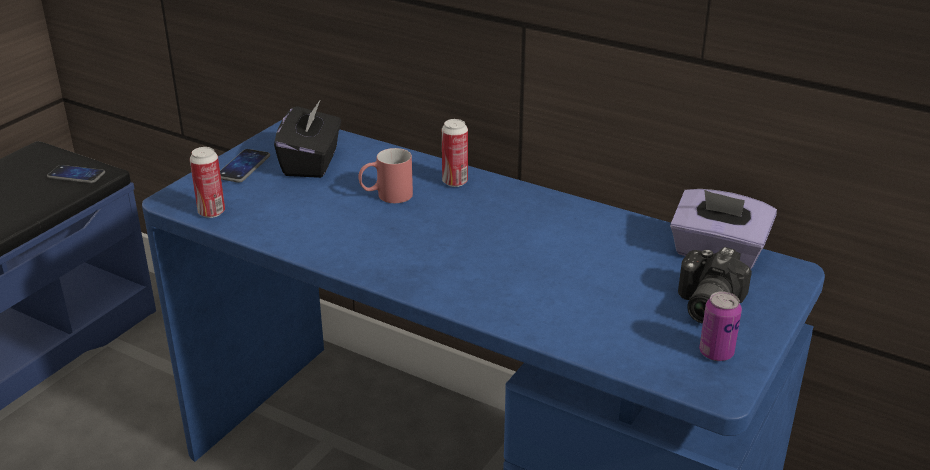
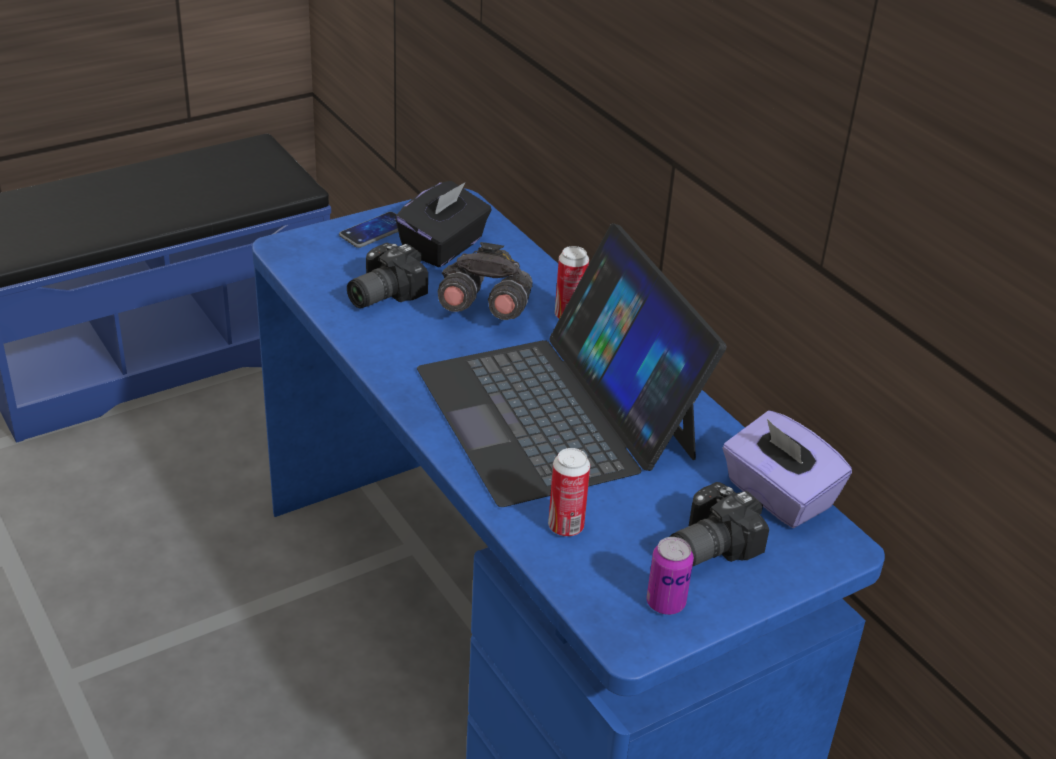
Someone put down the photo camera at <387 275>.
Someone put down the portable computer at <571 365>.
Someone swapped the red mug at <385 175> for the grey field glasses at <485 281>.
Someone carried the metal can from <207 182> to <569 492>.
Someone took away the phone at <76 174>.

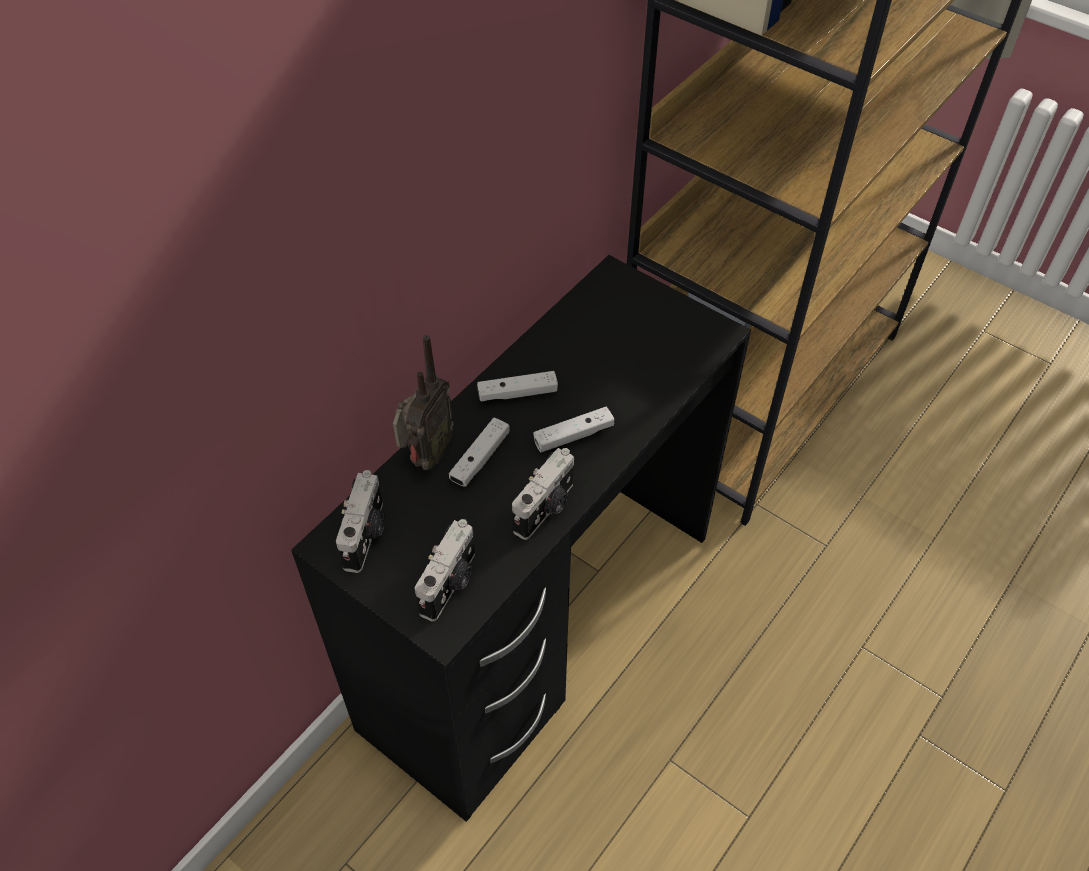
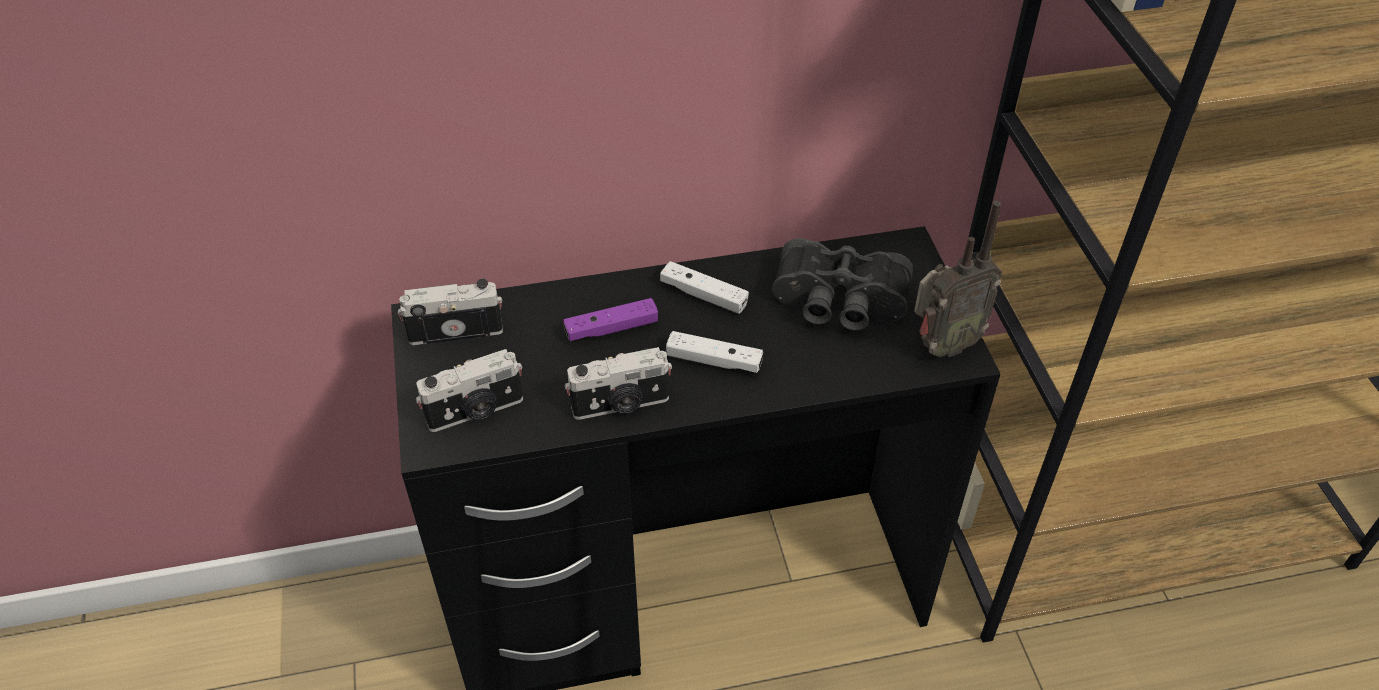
Someone rotated the photo camera at <360 521> by 150 degrees counterclockwise.
Someone repainted the whitish gamepad at <479 452>, which became the purplish gamepad at <610 319>.
Someone put down the blackish field glasses at <842 284>.
Someone carried the radio from <423 402> to <958 279>.

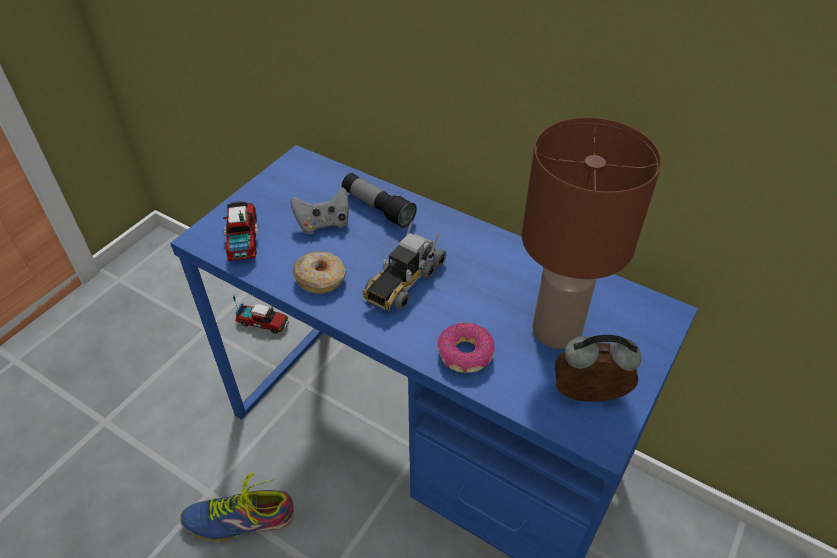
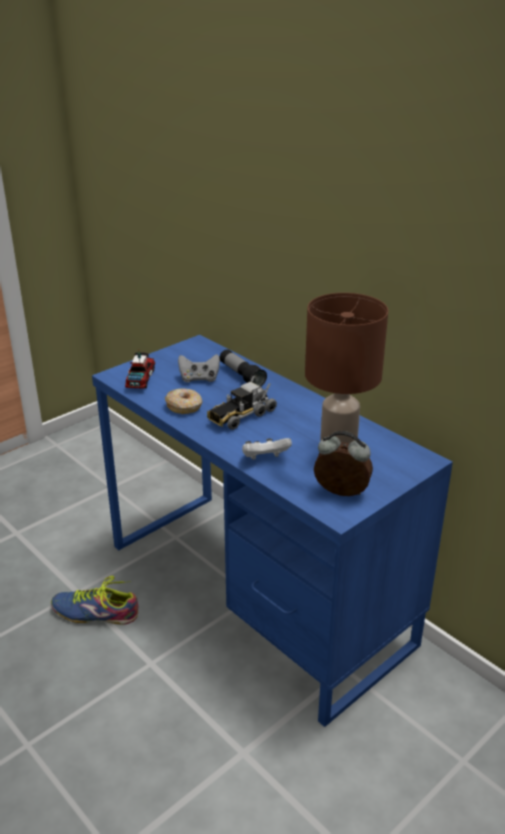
Someone swapped the doughnut at <466 348> for the whitish gamepad at <267 449>.
Someone took away the model truck at <261 314>.

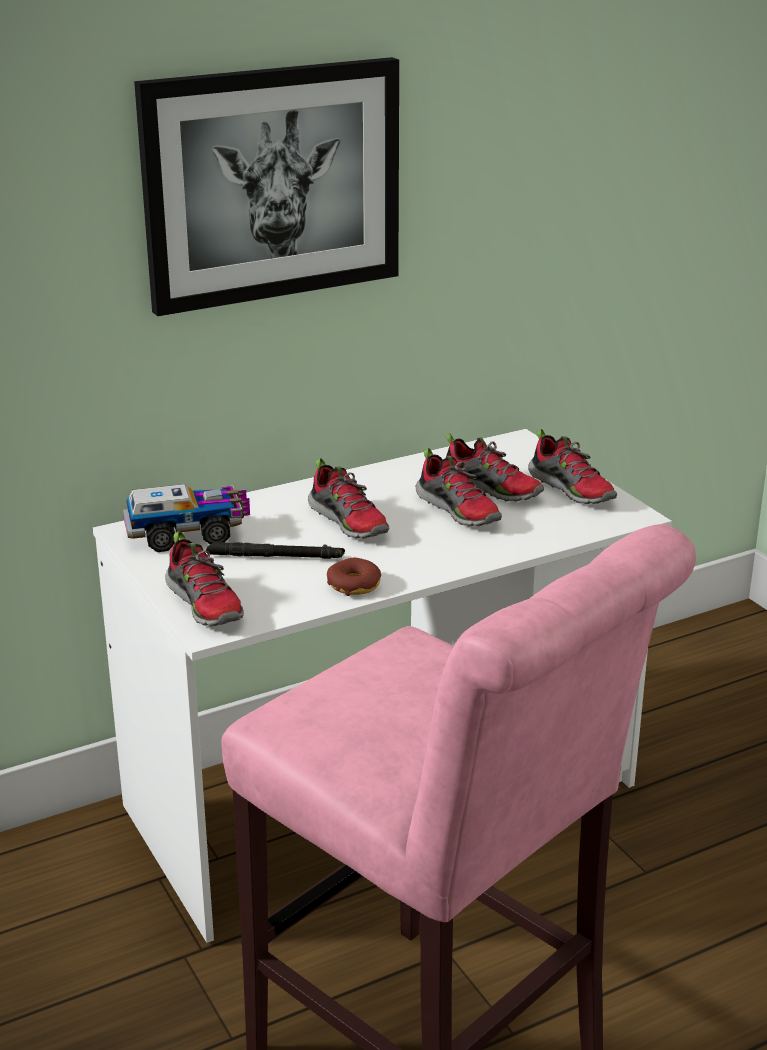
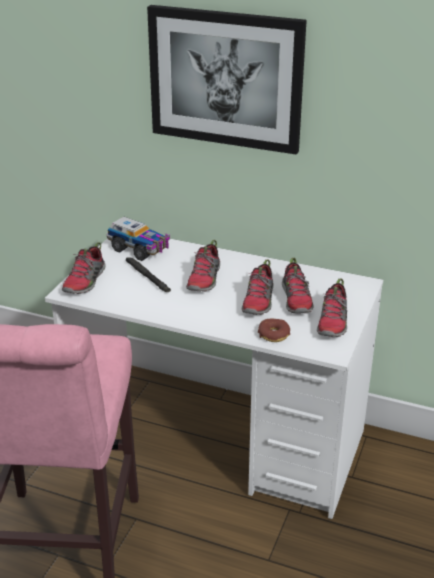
Someone carried the doughnut from <354 577> to <274 330>.

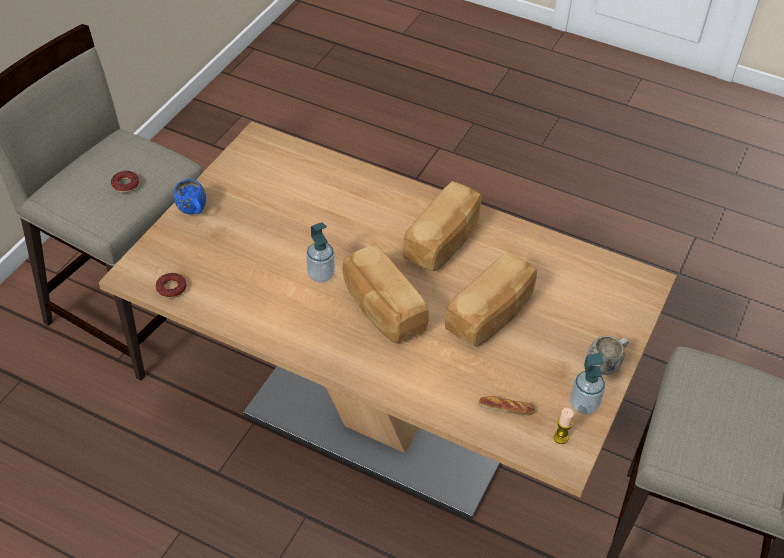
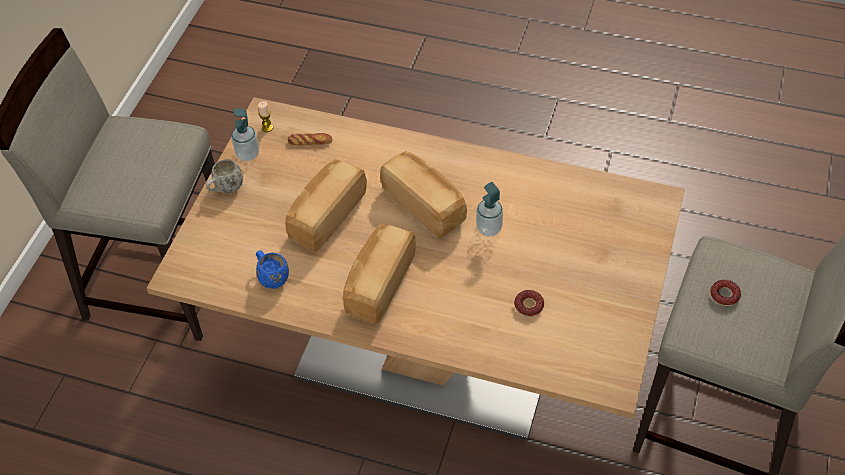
Someone carried the blue mug from <190 196> to <272 269>.
Someone carried the doughnut from <171 285> to <529 303>.

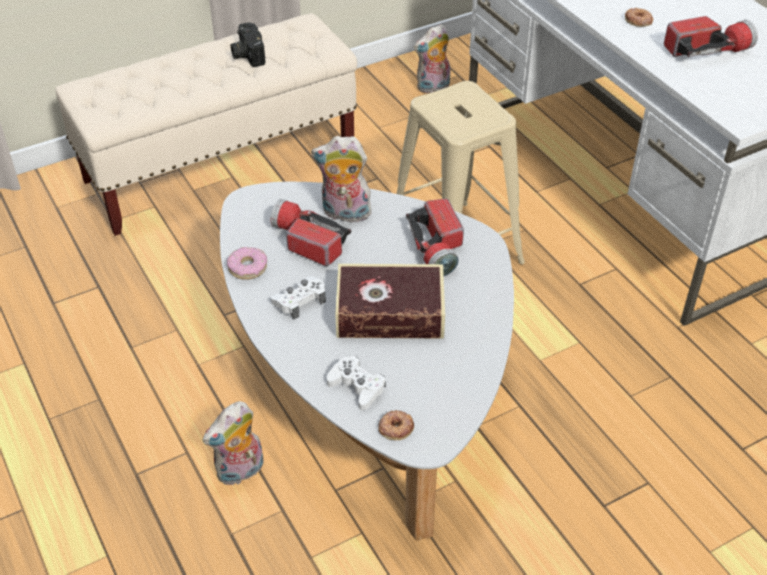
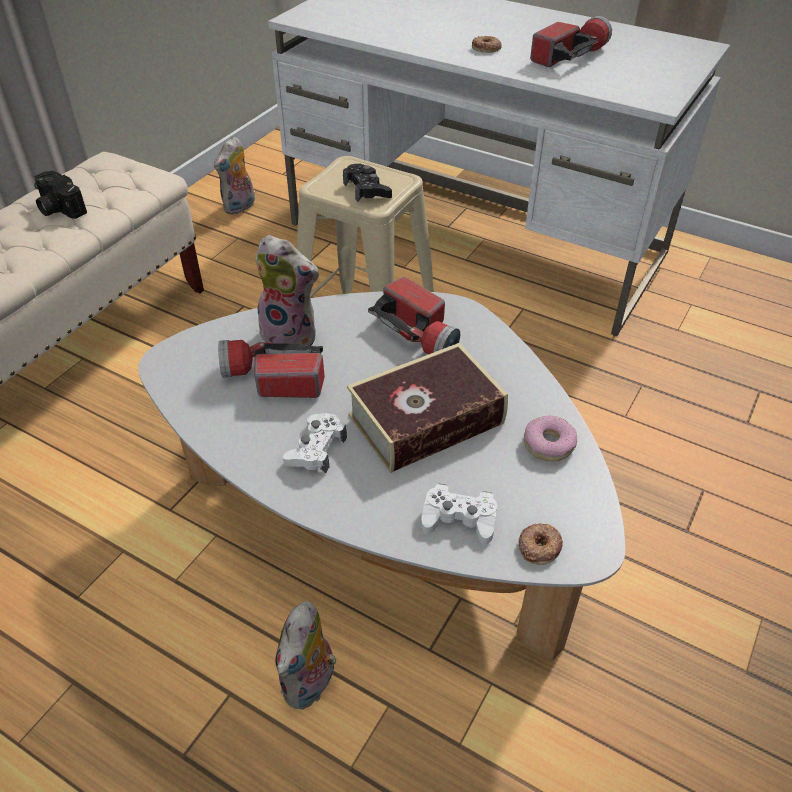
Someone rotated the plush toy at <341 179> by 135 degrees counterclockwise.
Someone put down the blackish gamepad at <367 183>.
Someone carried the doughnut from <247 263> to <550 438>.

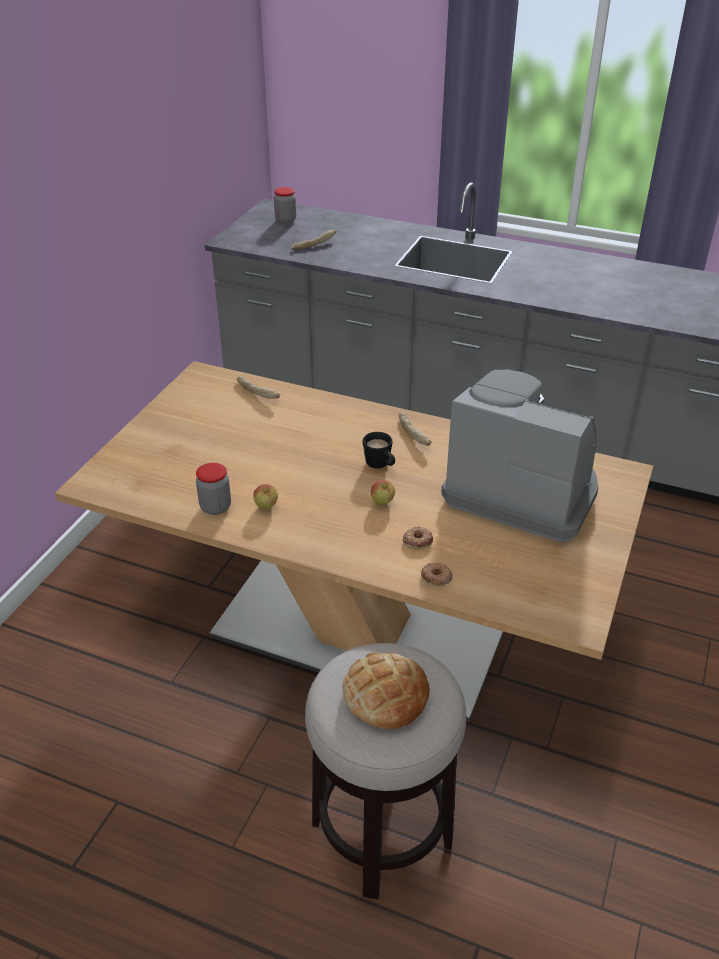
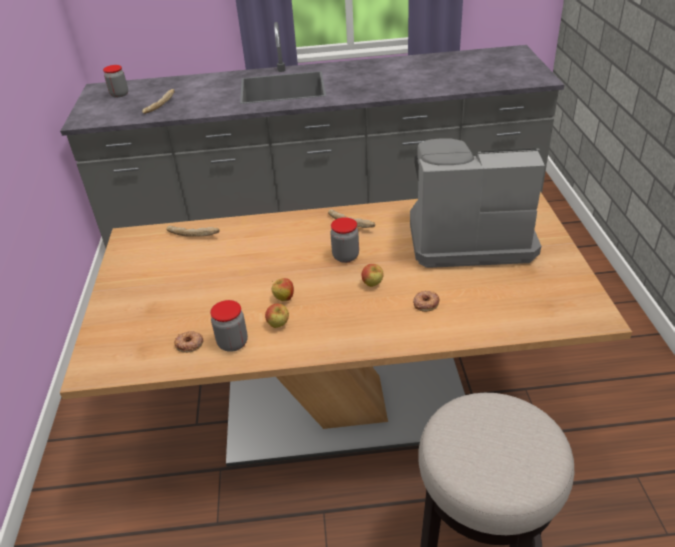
Someone carried the doughnut from <437 575> to <189 342>.
Someone put down the whole apple at <283 289>.
Someone swapped the blackish mug at <379 450> for the storage jar at <344 240>.
Someone took away the baked bread at <386 690>.

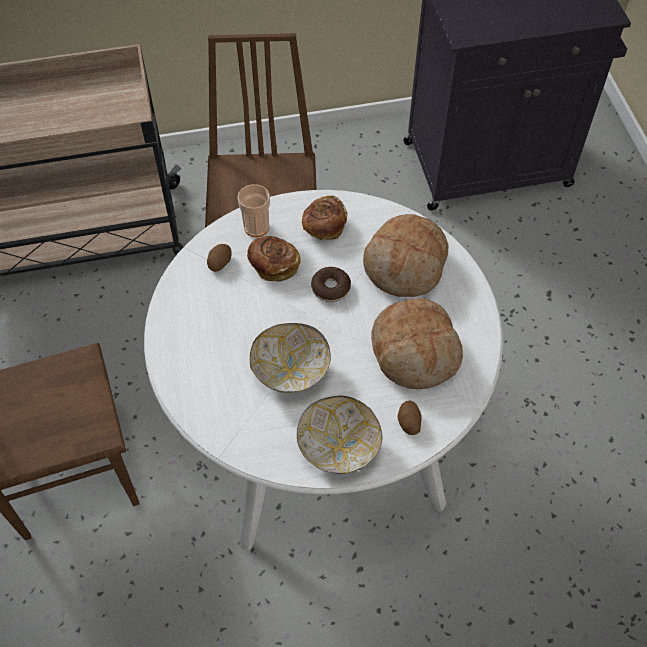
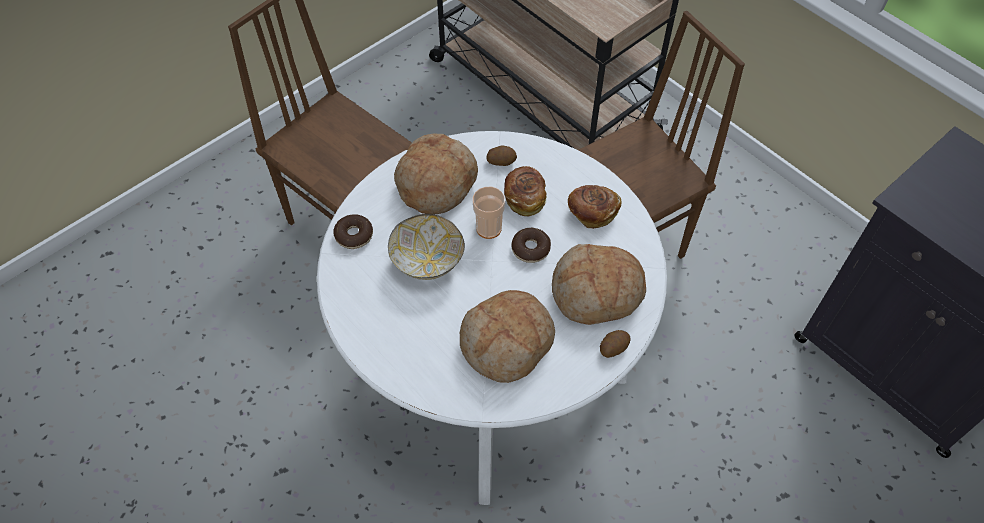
Someone put down the doughnut at <353 231>.
Someone put down the baked bread at <436 173>.
Someone carried the cup from <253 210> to <489 213>.
Someone carried the spud from <409 418> to <615 344>.
Someone took away the serving bowl at <339 435>.

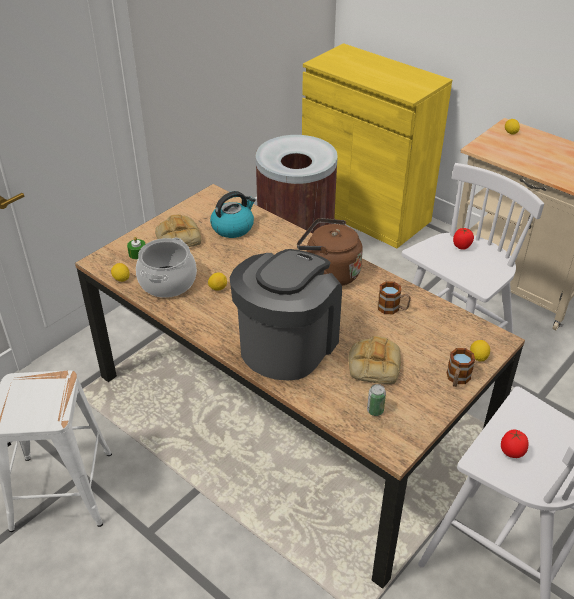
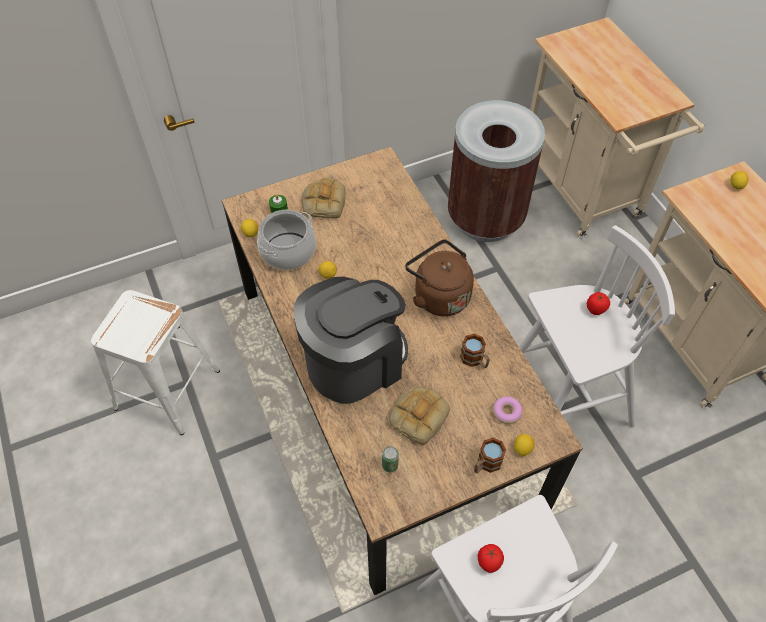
Someone put down the doughnut at <508 410>.
Someone swapped the yellowish storage cabinet at <377 145> for the beige-coloured trolley at <617 127>.
Someone took away the tea kettle at <233 214>.

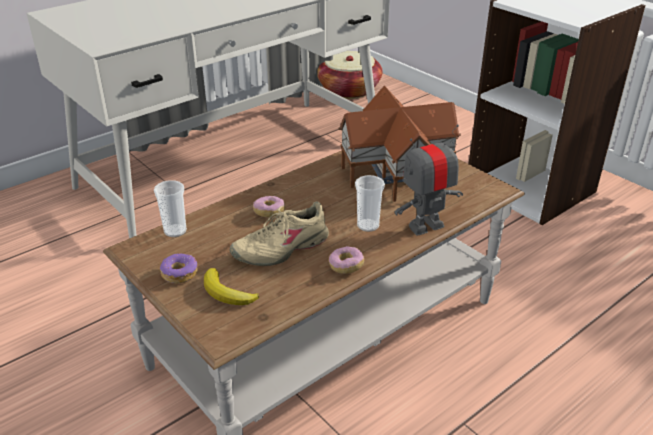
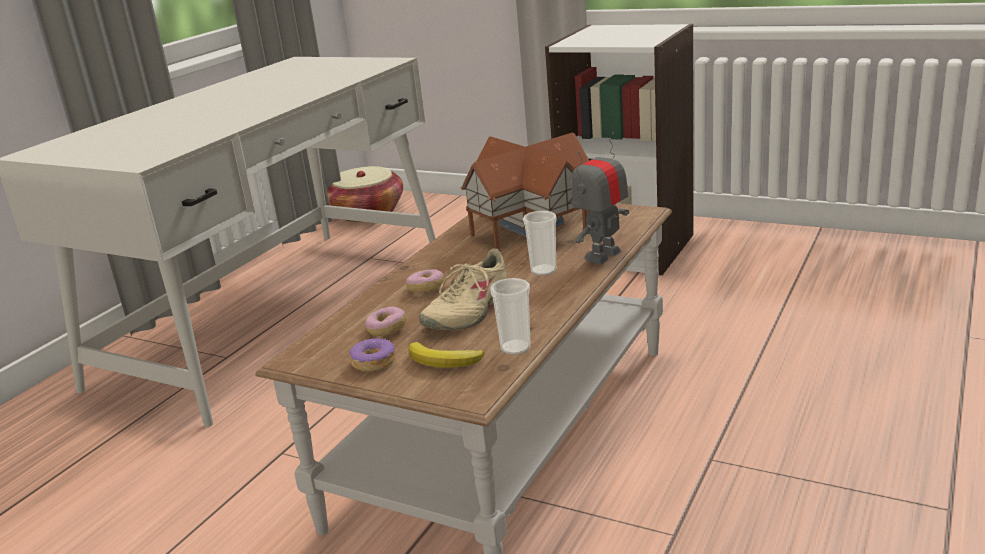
Someone carried the doughnut from <346 260> to <386 321>.
Someone carried the cup from <170 208> to <510 316>.

